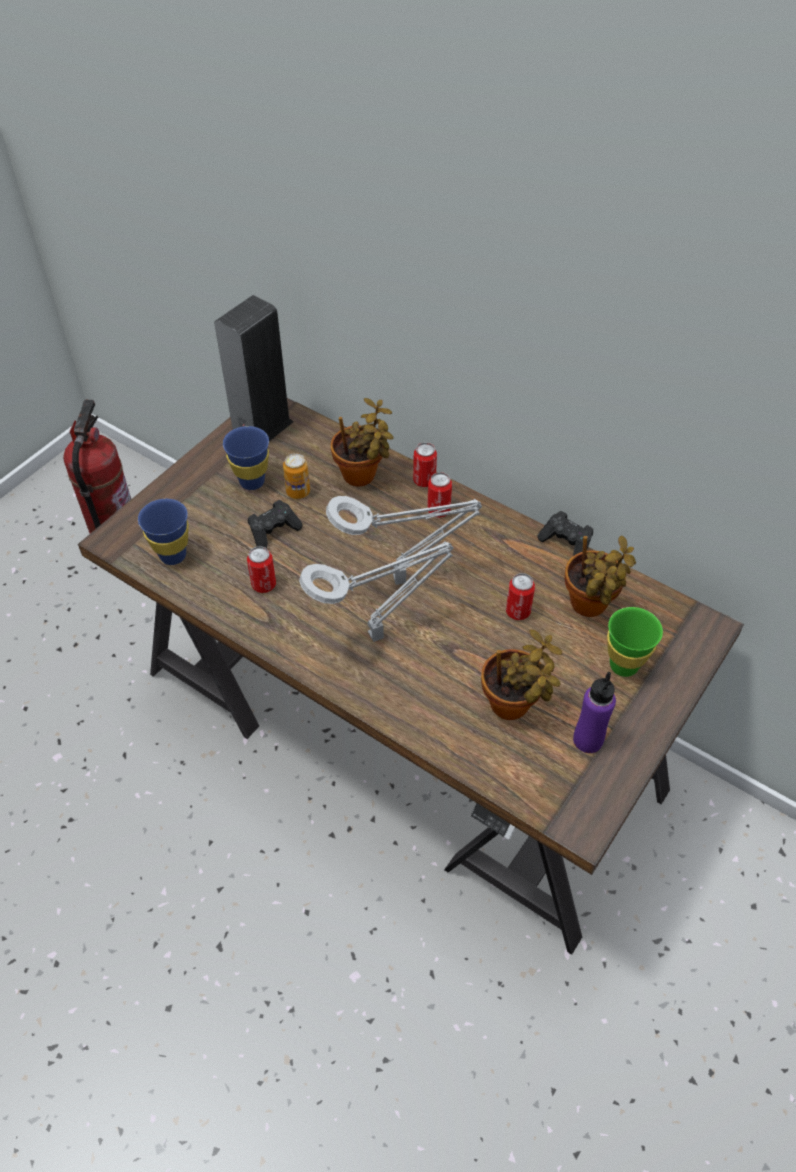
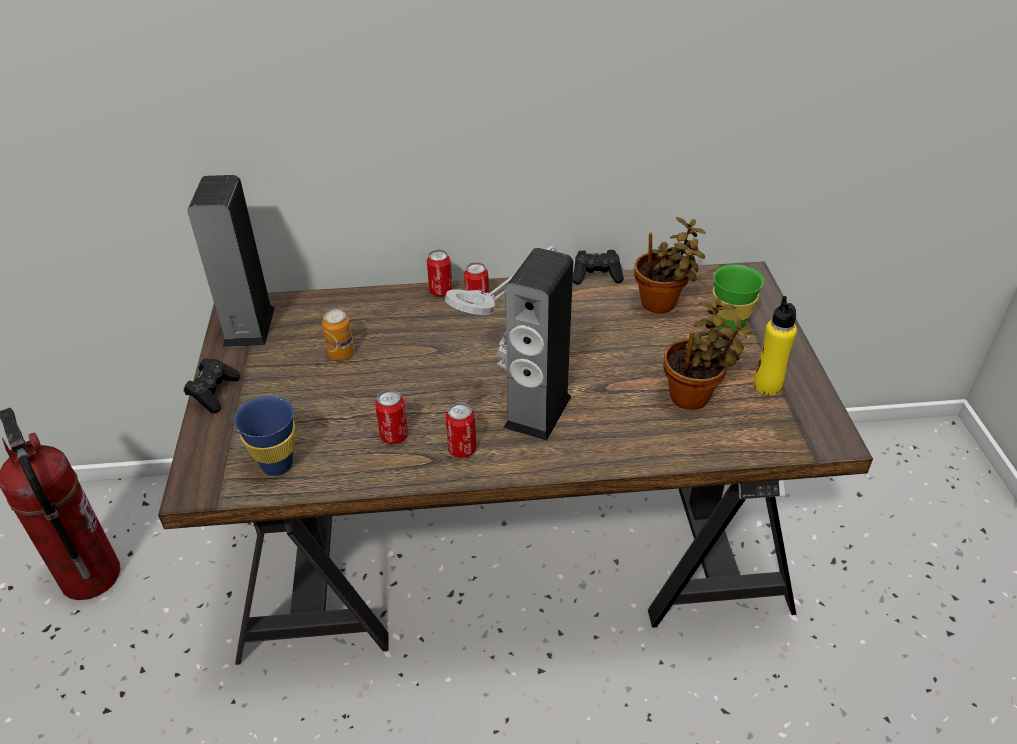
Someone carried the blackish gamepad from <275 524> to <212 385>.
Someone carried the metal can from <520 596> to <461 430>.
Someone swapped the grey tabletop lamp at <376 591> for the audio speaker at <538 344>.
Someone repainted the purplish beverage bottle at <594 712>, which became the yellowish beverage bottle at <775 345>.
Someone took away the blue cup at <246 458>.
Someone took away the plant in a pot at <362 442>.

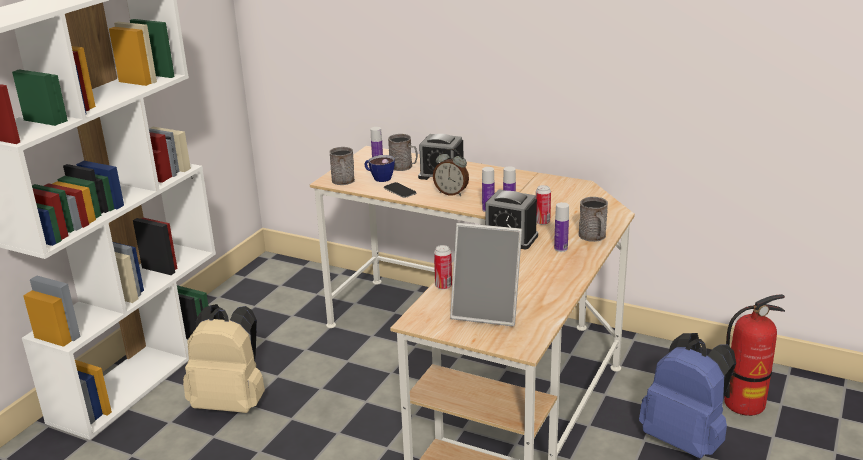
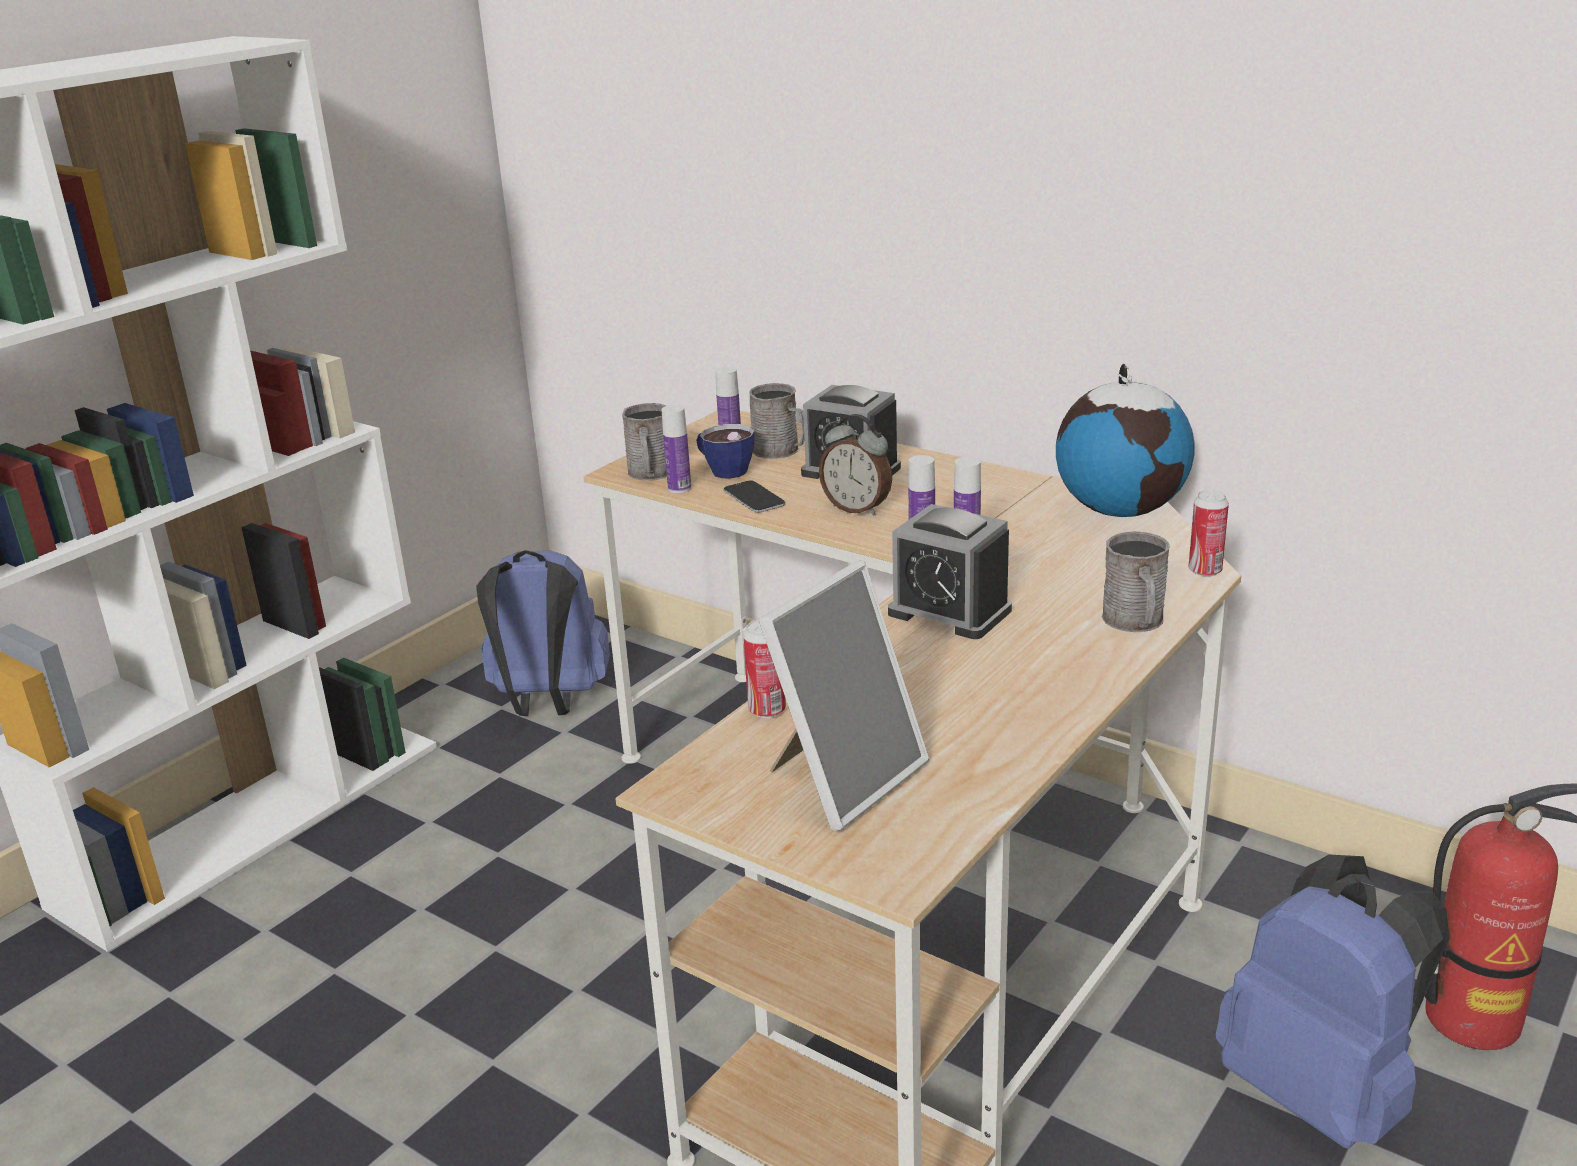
Someone put down the blue rucksack at <543 633>.
Someone carried the beverage bottle from <561 227> to <676 449>.
Someone rotated the picture frame at <486 274> by 75 degrees counterclockwise.
Someone put down the world globe at <1125 440>.
Someone carried the metal can from <543 205> to <1208 533>.
Someone took away the beige-coloured rucksack at <224 358>.

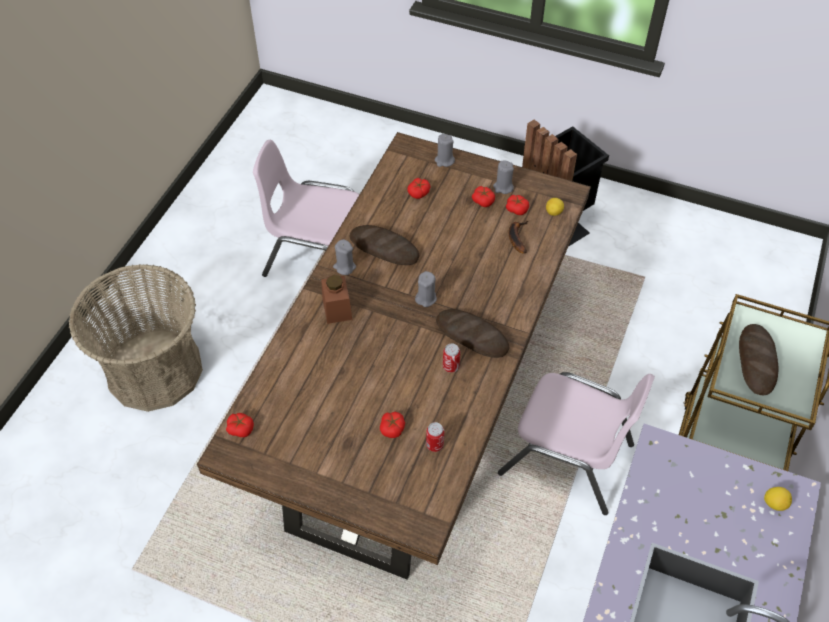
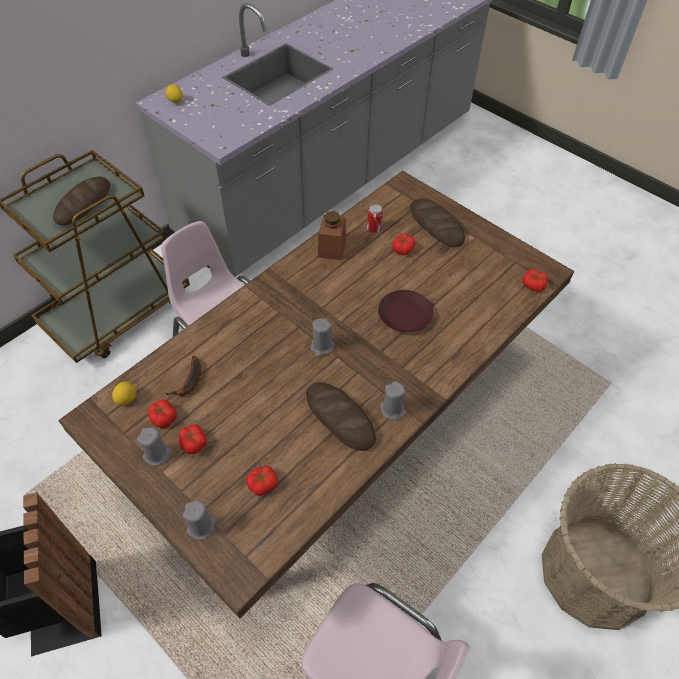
Someone carried the brownish storage jar from <336 299> to <332 235>.
Someone put down the brownish dinner plate at <405 311>.
Someone carried the baked bread from <473 333> to <437 223>.
Someone took away the metal can at <451 358>.

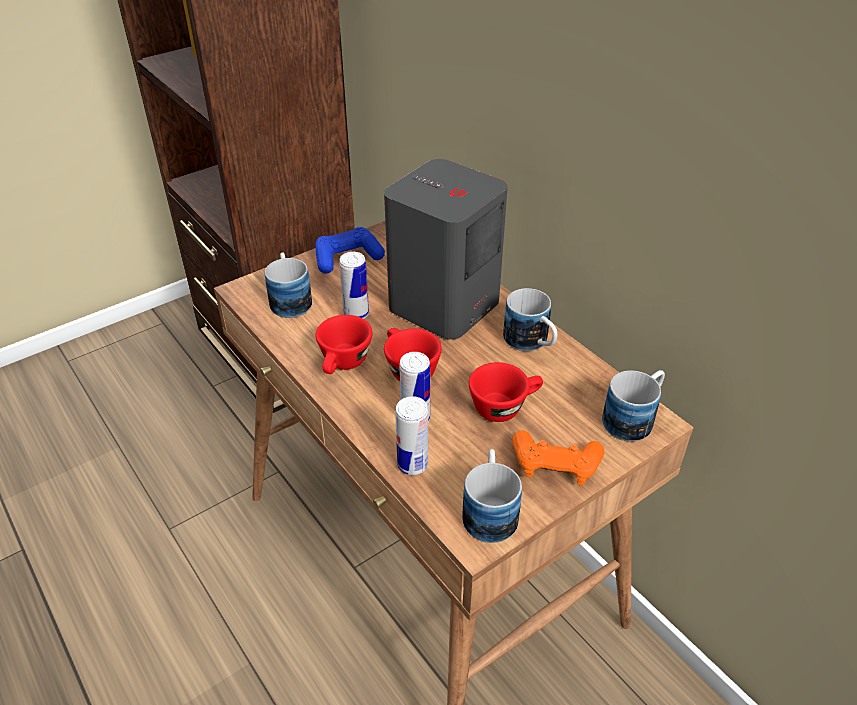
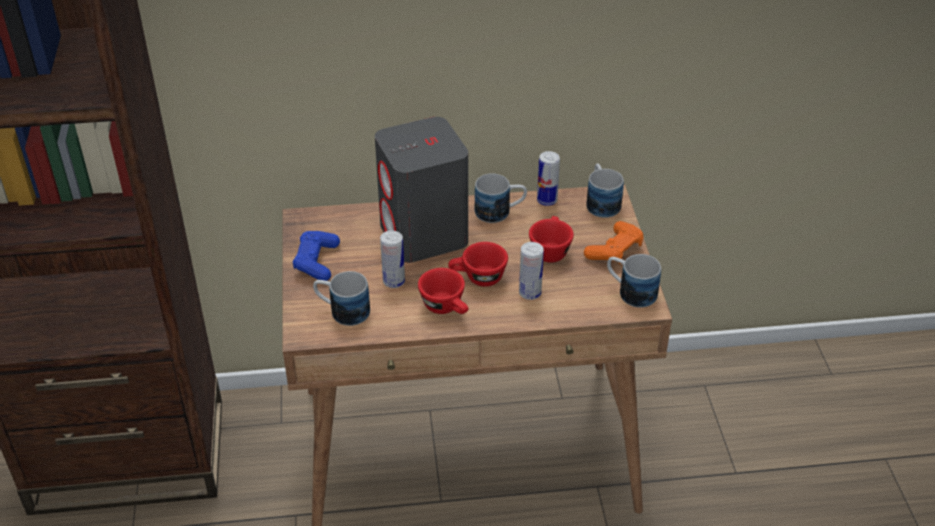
Someone carried the metal can from <411 435> to <548 178>.

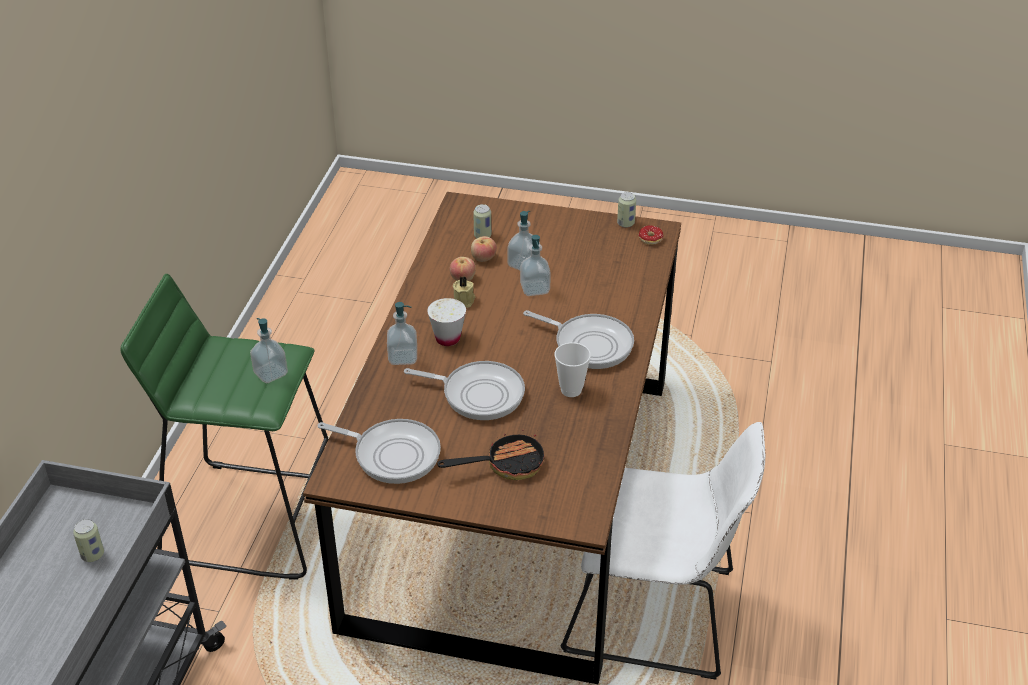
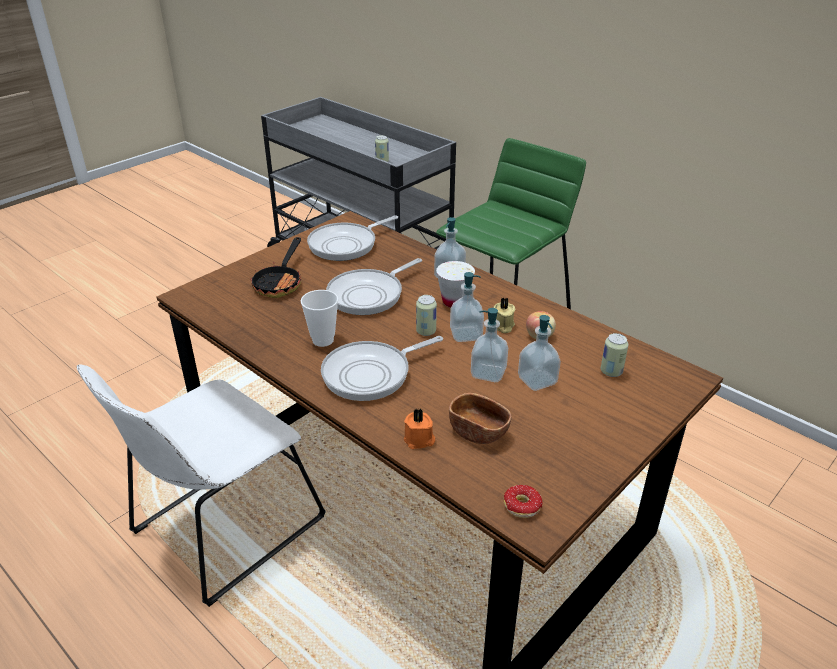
Someone put down the orange wax light at <419 428>.
Someone carried the metal can from <626 210> to <426 315>.
Someone put down the brownish serving bowl at <480 418>.
Someone carried the liquid soap bottle from <269 350> to <467 307>.
Someone took away the whole apple at <484 249>.

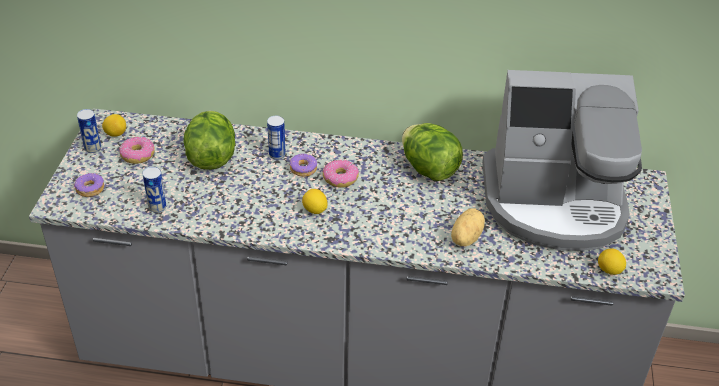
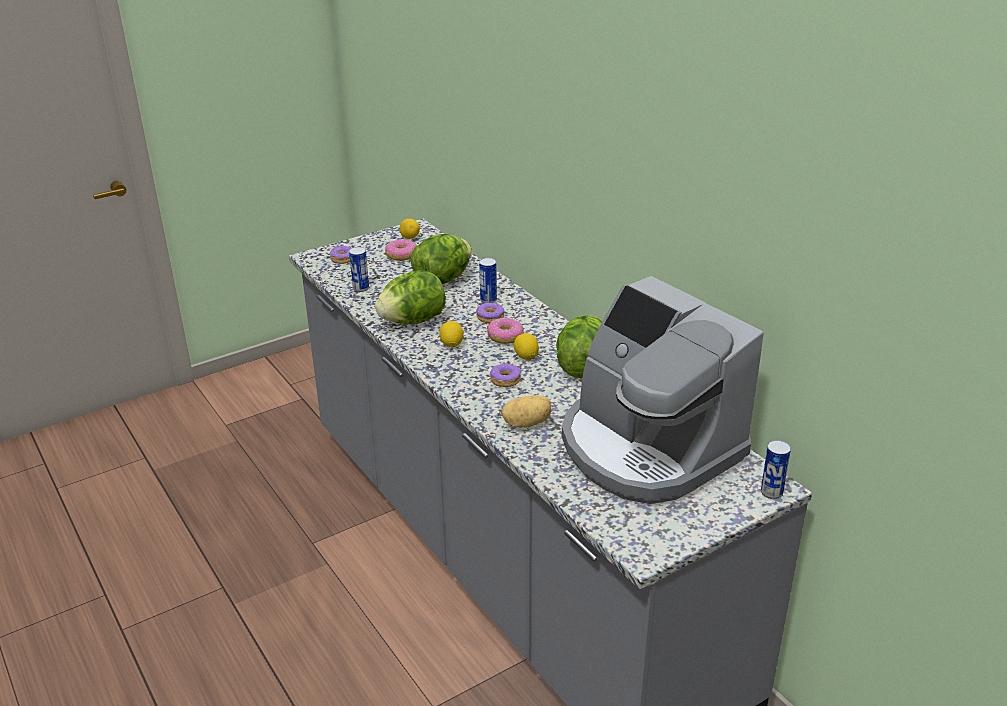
Someone put down the lettuce at <410 297>.
Someone put down the doughnut at <505 375>.
Someone carried the citrus fruit from <612 262> to <526 346>.
Someone carried the metal can from <89 131> to <776 469>.

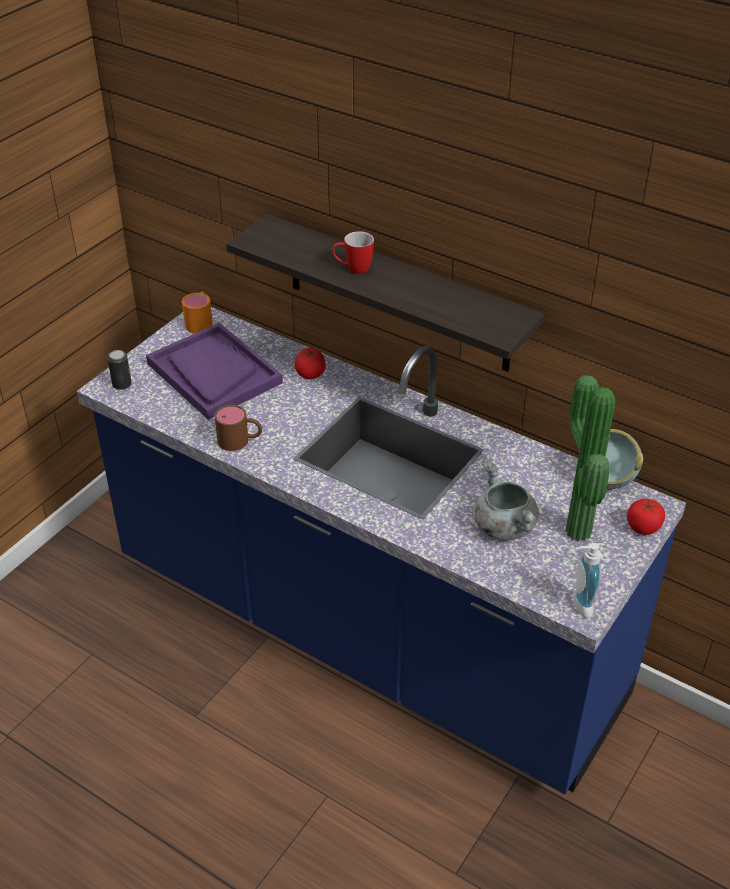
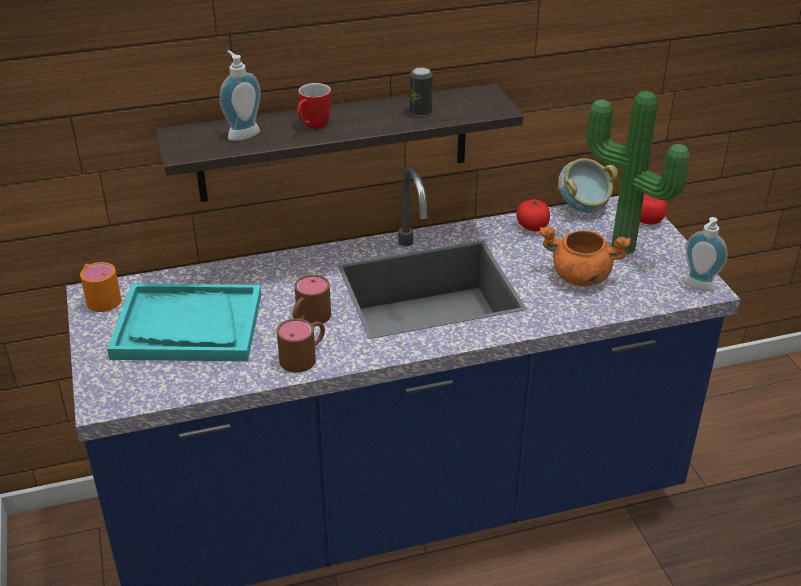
Someone repainted the purplish serving tray at <214 371>, which became the turquoise-coloured serving tray at <184 322>.
Someone put down the liquid soap bottle at <240 95>.
Someone put down the brownish mug at <312 299>.
Someone carried the metal can from <119 370> to <421 91>.
Someone carried the fresh tomato from <310 363> to <533 215>.
Someone repainted the grey saucepot at <506 501>, which became the orange saucepot at <585 256>.

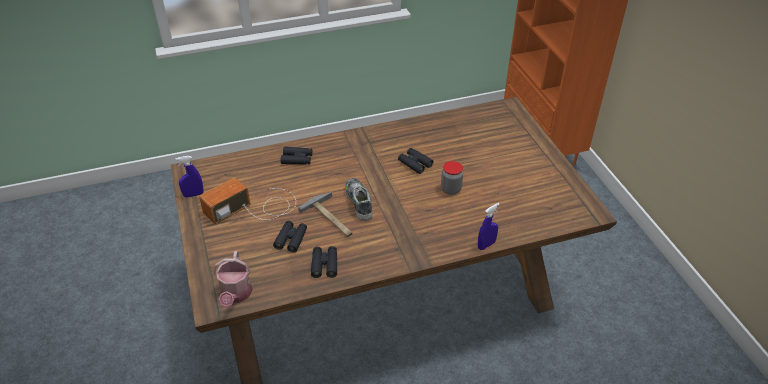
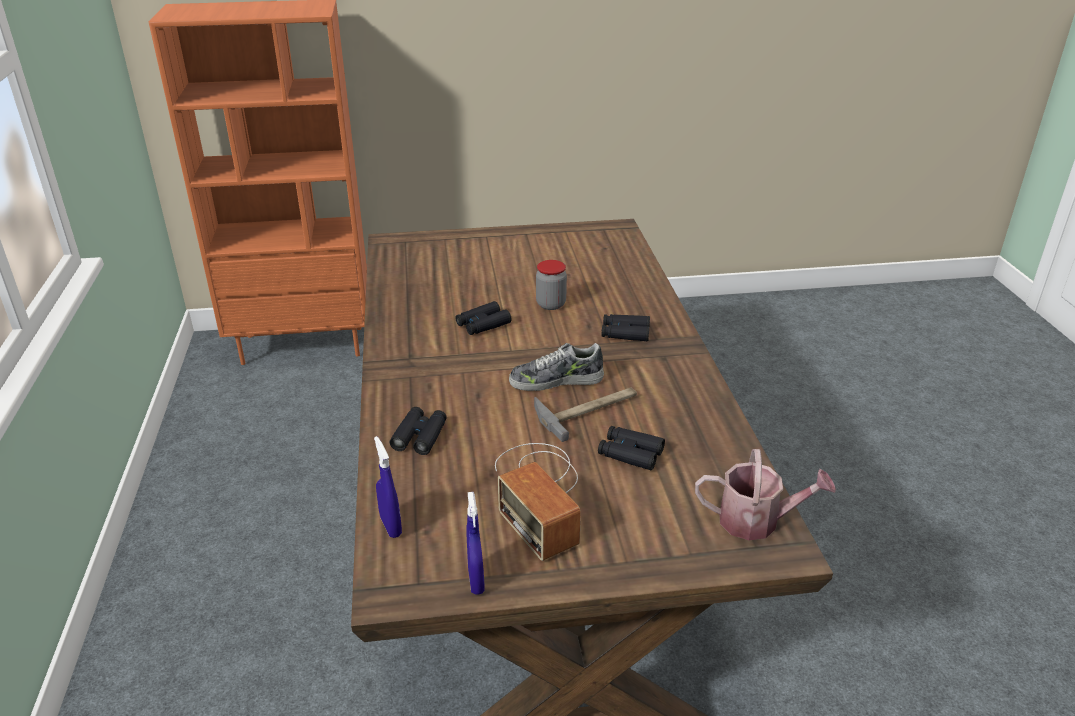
Someone carried the blue spray bottle from <489 226> to <388 487>.
Someone carried the blackish field glasses from <324 262> to <626 327>.

